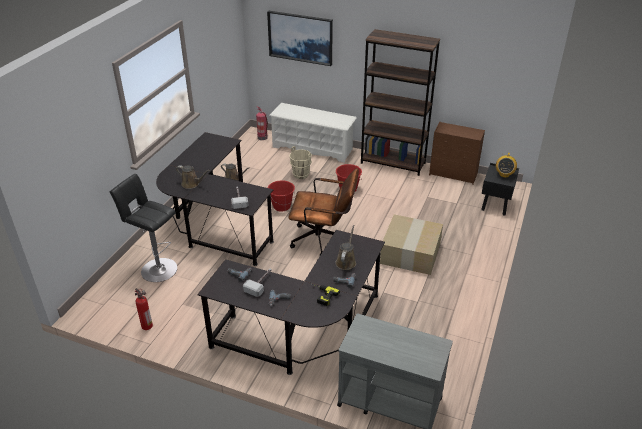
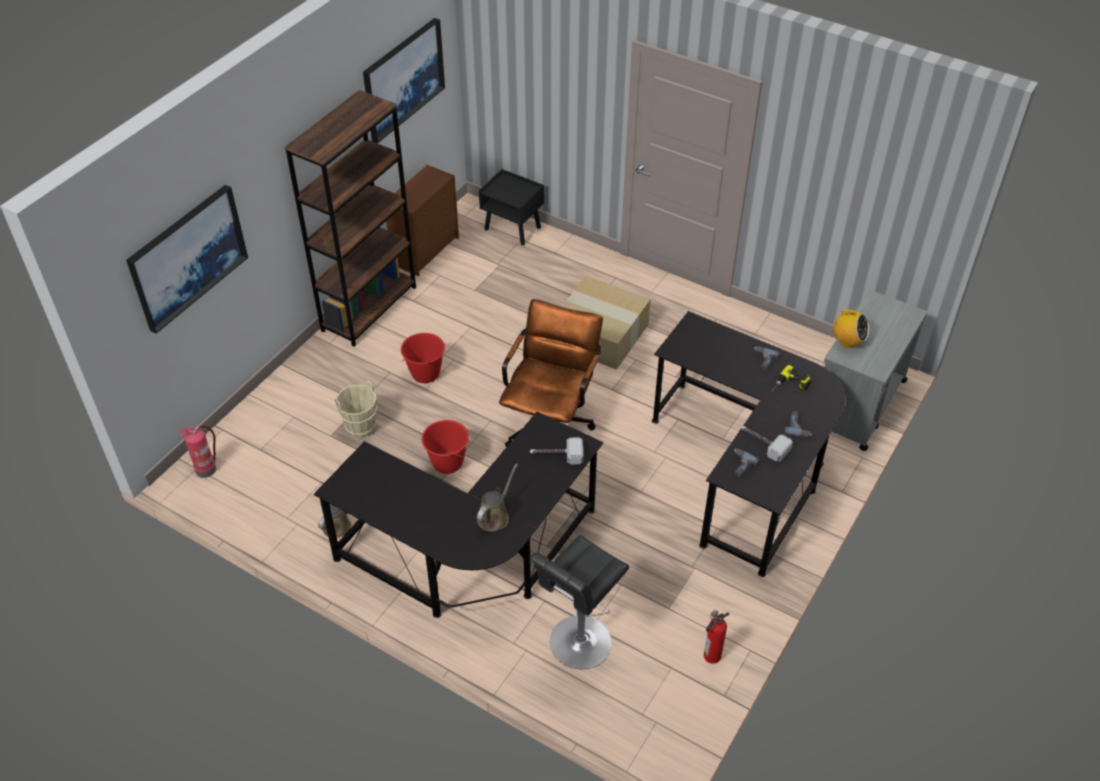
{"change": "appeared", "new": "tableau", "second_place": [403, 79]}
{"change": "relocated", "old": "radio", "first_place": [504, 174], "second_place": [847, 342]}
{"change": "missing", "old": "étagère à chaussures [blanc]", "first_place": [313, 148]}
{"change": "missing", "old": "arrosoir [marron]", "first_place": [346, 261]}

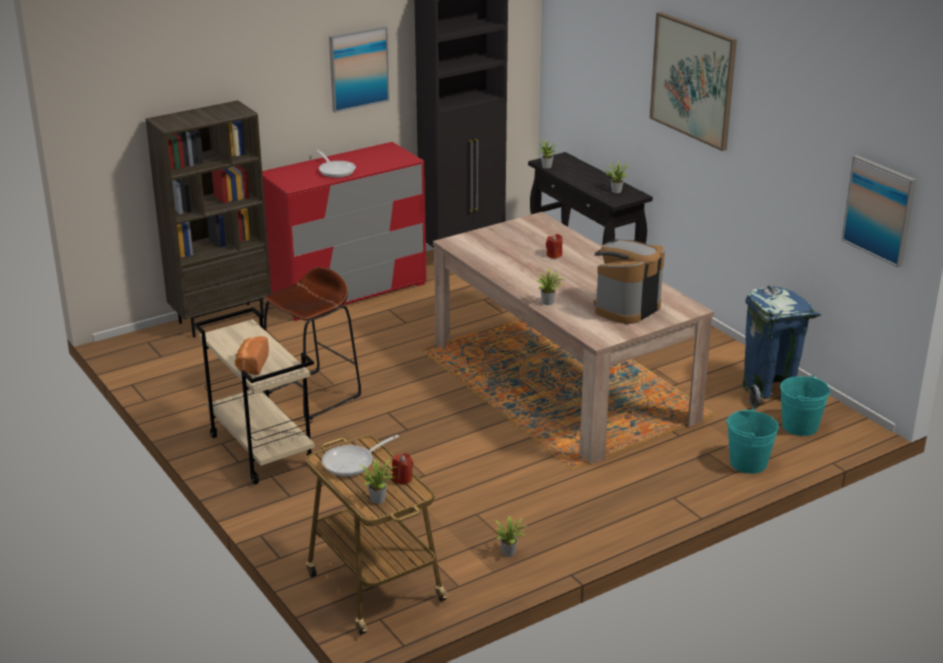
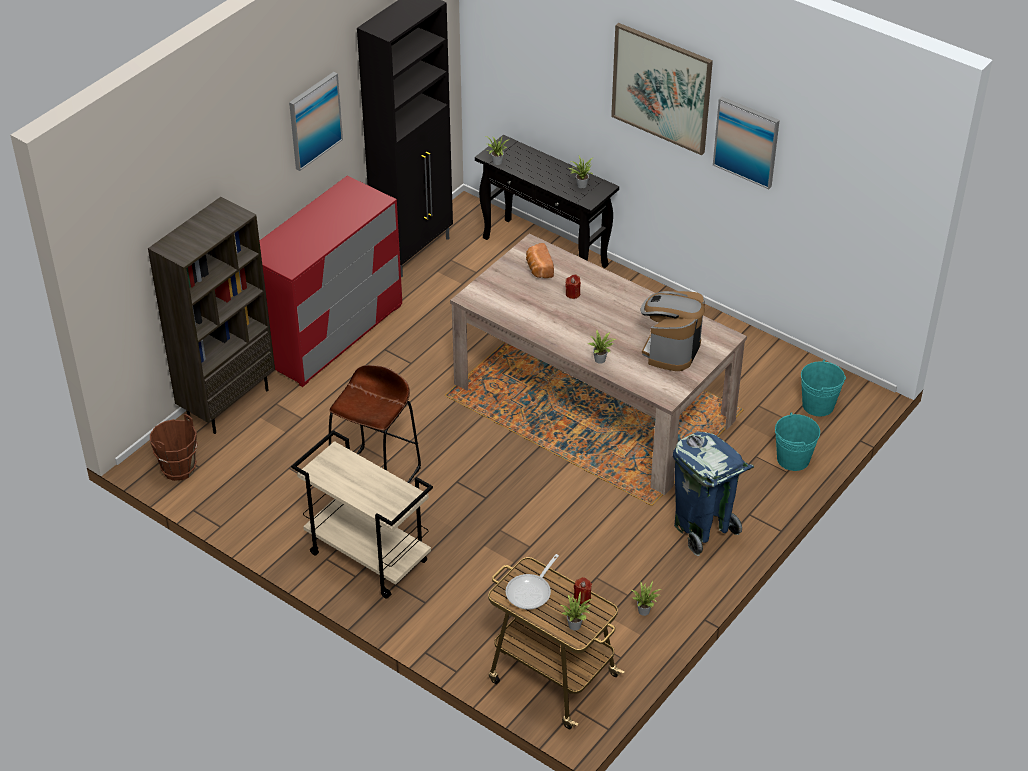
{"change": "appeared", "new": "seau [marron]", "second_place": [178, 469]}
{"change": "relocated", "old": "pain", "first_place": [251, 365], "second_place": [538, 269]}
{"change": "relocated", "old": "poubelle [bleu]", "first_place": [769, 392], "second_place": [702, 528]}
{"change": "relocated", "old": "tableau", "first_place": [879, 210], "second_place": [746, 141]}
{"change": "missing", "old": "poêle", "first_place": [336, 170]}

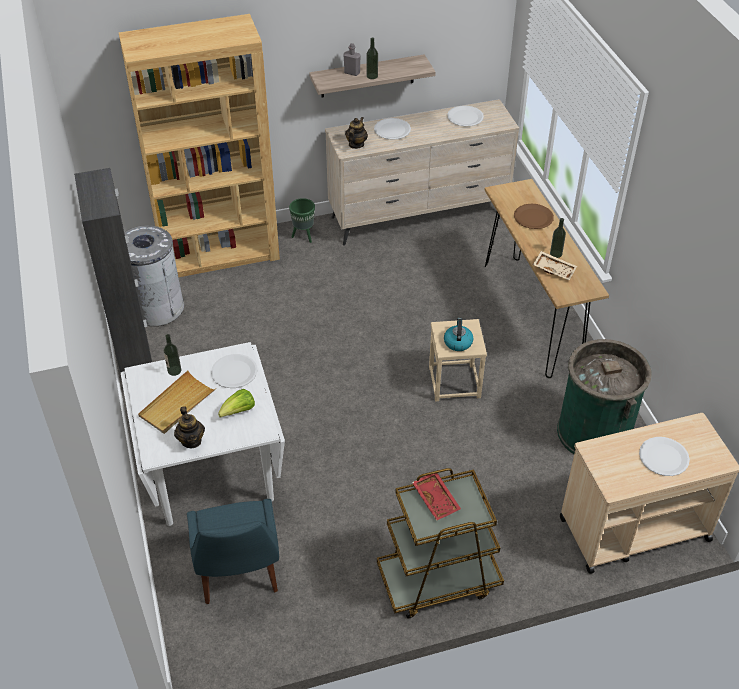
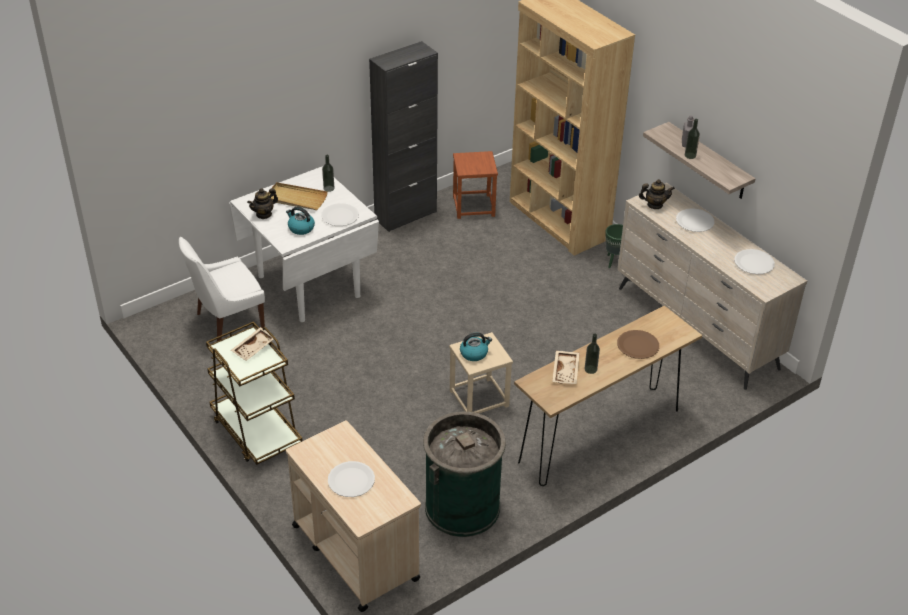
{"change": "colour", "old": "chaise [bleu]", "new": "chaise [blanc]", "first_place": [238, 574], "second_place": [227, 322]}
{"change": "colour", "old": "plateau [rouge]", "new": "plateau [beige]", "first_place": [436, 499], "second_place": [254, 348]}
{"change": "exchanged", "old": "laitue", "new": "bouilloire", "first_place": [238, 411], "second_place": [300, 228]}
{"change": "exchanged", "old": "poubelle [gris]", "new": "tabouret [marron]", "first_place": [157, 308], "second_place": [473, 206]}

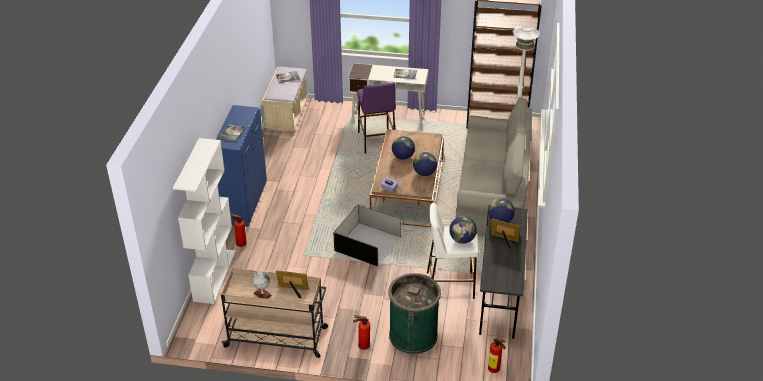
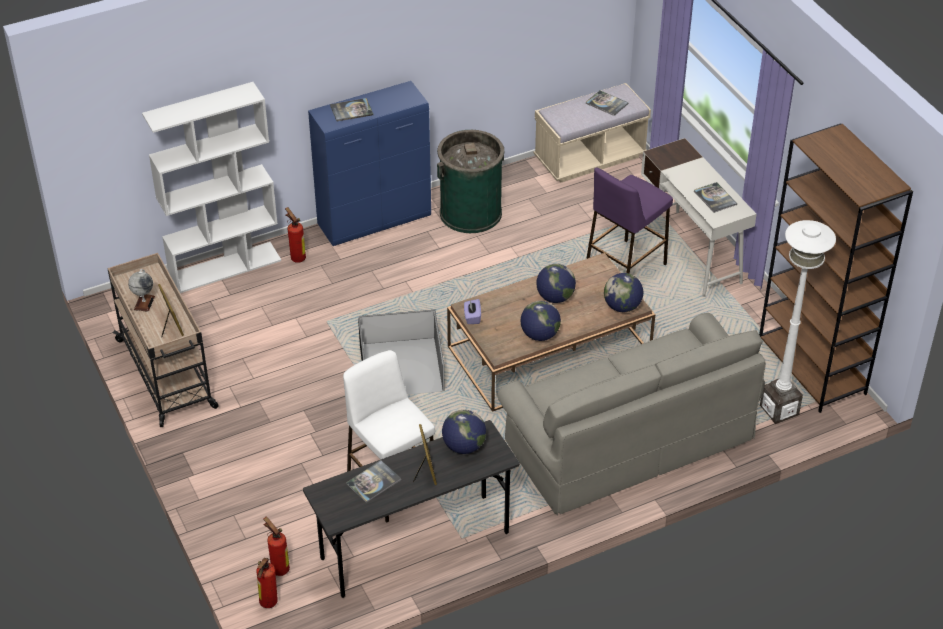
{"change": "relocated", "old": "extincteur", "first_place": [362, 346], "second_place": [278, 568]}
{"change": "appeared", "new": "livre", "second_place": [373, 482]}
{"change": "relocated", "old": "poubelle [vert]", "first_place": [413, 335], "second_place": [470, 212]}
{"change": "relocated", "old": "globe", "first_place": [462, 240], "second_place": [622, 307]}

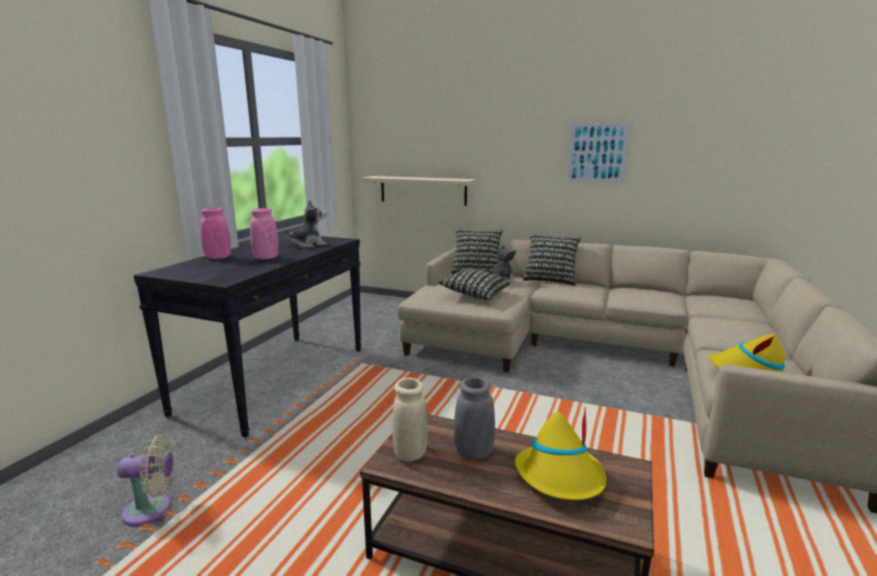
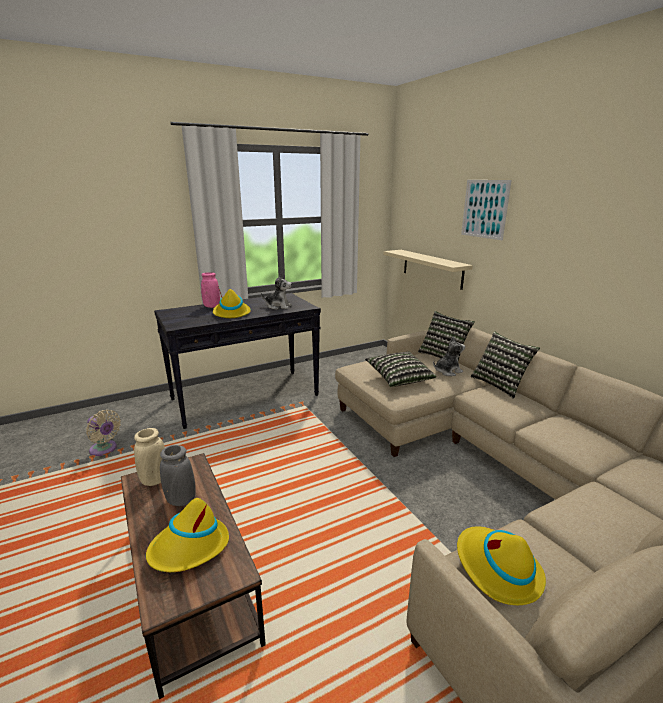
{"change": "exchanged", "old": "vase [rose]", "new": "chapeau [jaune]", "first_place": [266, 258], "second_place": [231, 313]}
{"change": "relocated", "old": "tableau", "first_place": [597, 153], "second_place": [484, 209]}

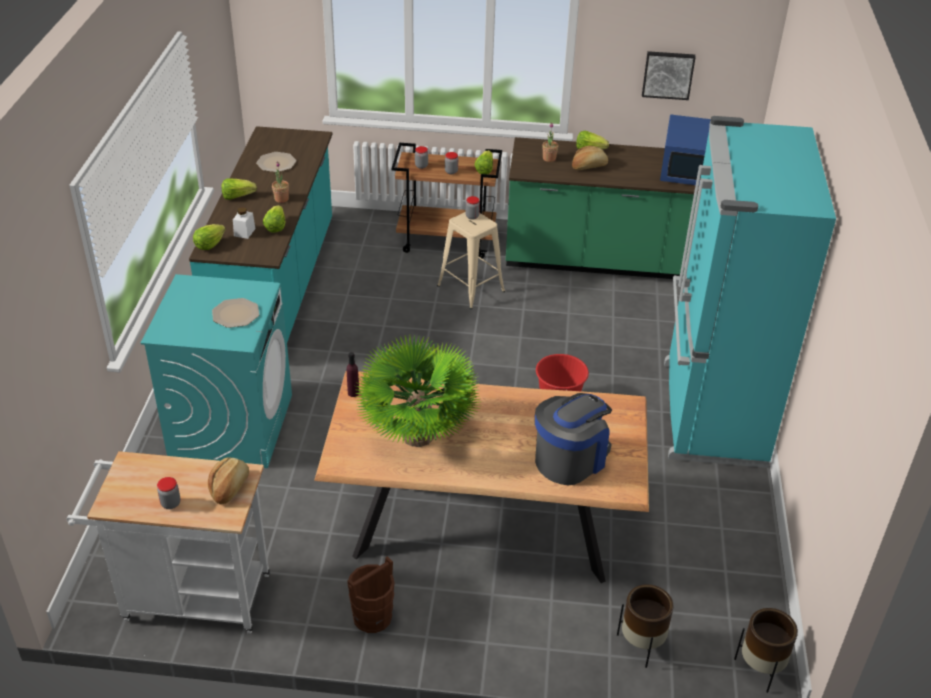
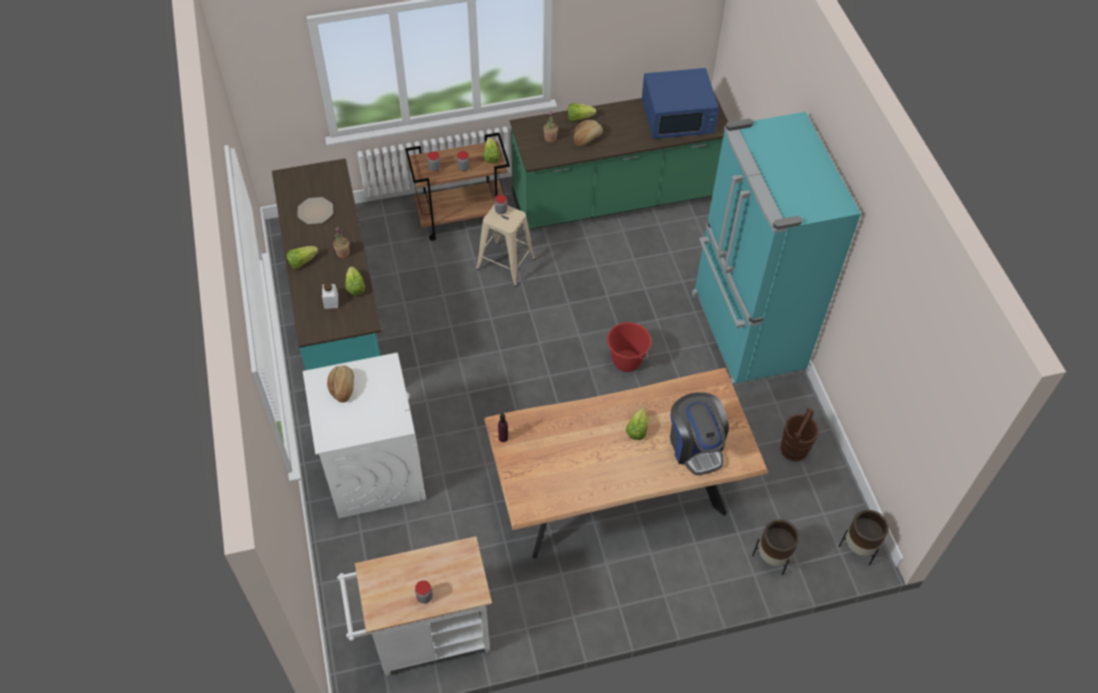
{"change": "colour", "old": "lave-linge [turquoise]", "new": "lave-linge [blanc]", "first_place": [231, 425], "second_place": [374, 468]}
{"change": "relocated", "old": "pain", "first_place": [230, 487], "second_place": [343, 387]}
{"change": "relocated", "old": "laitue", "first_place": [209, 245], "second_place": [637, 430]}
{"change": "spun", "old": "machine à café", "first_place": [570, 459], "second_place": [695, 446], "degrees": 135}
{"change": "relocated", "old": "seau [marron]", "first_place": [372, 617], "second_place": [794, 449]}
{"change": "missing", "old": "assiette", "first_place": [236, 314]}
{"change": "missing", "old": "plante en pot", "first_place": [417, 435]}
{"change": "missing", "old": "tableau", "first_place": [668, 74]}

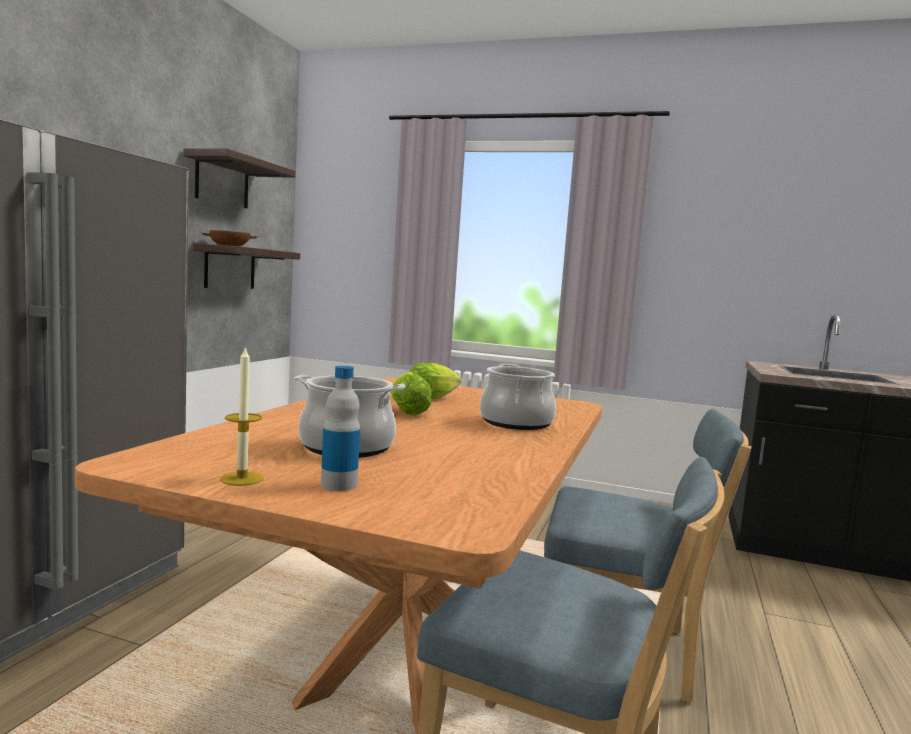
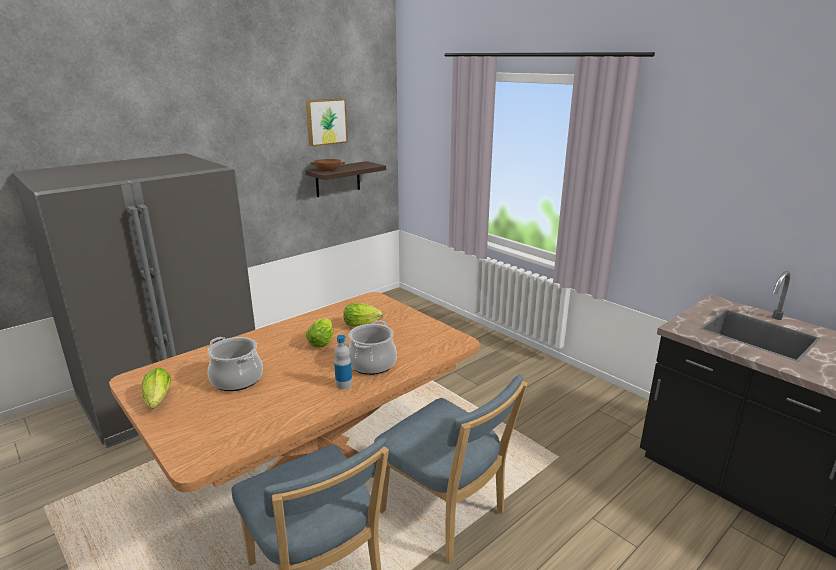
{"change": "exchanged", "old": "bougie", "new": "laitue", "first_place": [242, 479], "second_place": [158, 401]}
{"change": "exchanged", "old": "étagère", "new": "tableau", "first_place": [222, 181], "second_place": [326, 121]}
{"change": "relocated", "old": "bouteille", "first_place": [339, 484], "second_place": [344, 384]}

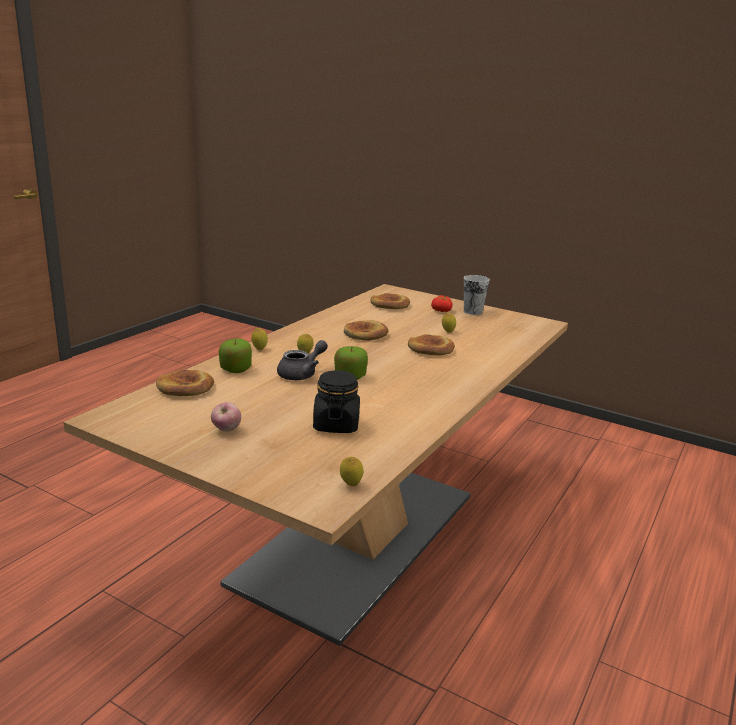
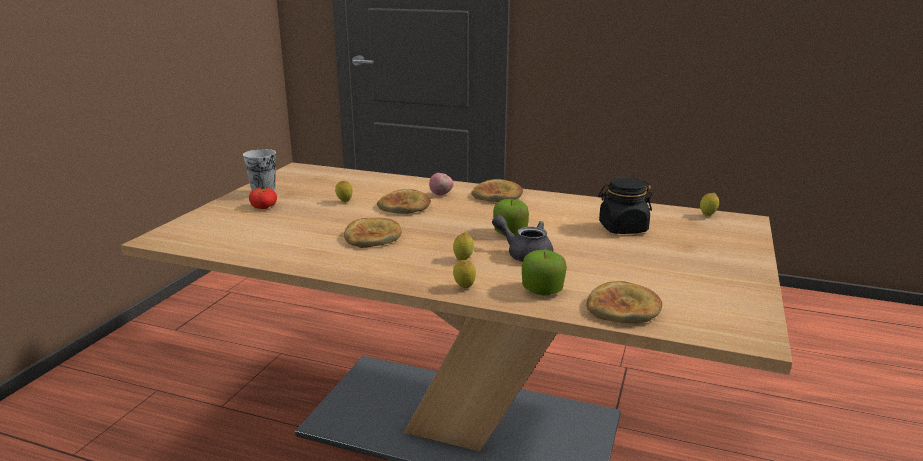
{"change": "relocated", "old": "pomme", "first_place": [226, 430], "second_place": [441, 194]}
{"change": "relocated", "old": "pain", "first_place": [390, 305], "second_place": [498, 195]}

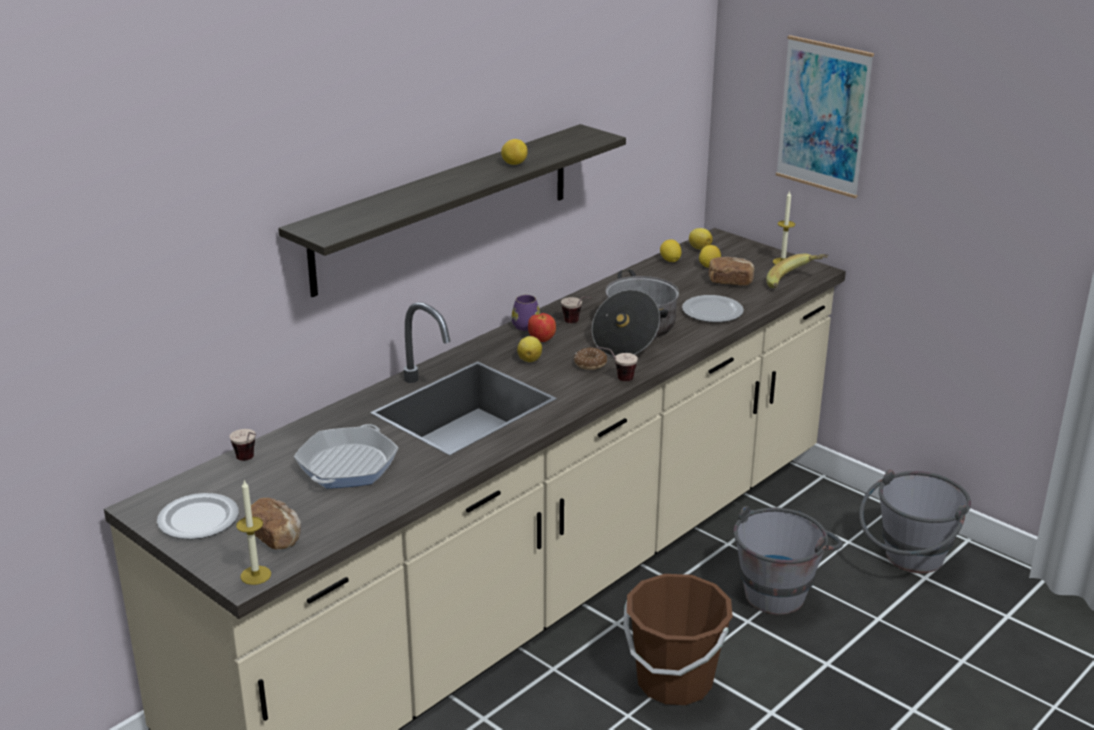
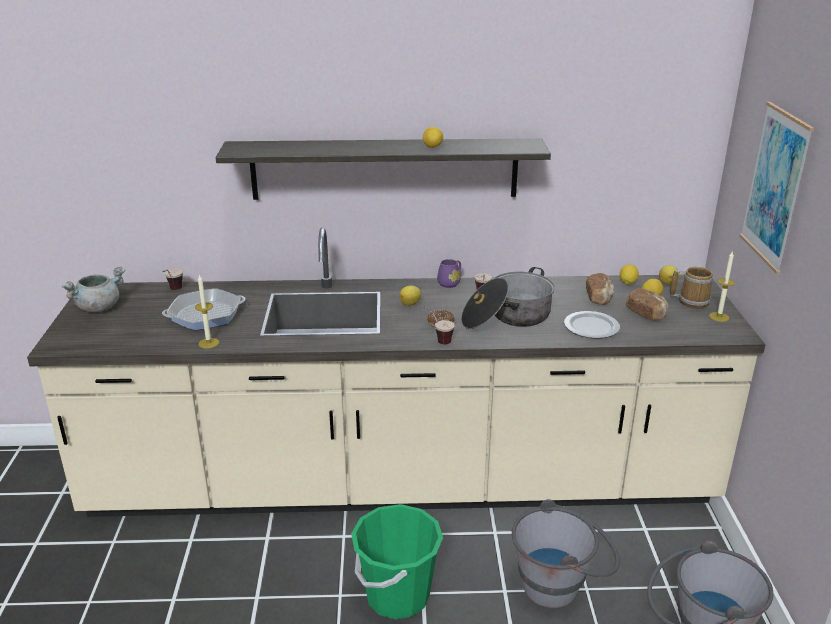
{"change": "exchanged", "old": "assiette", "new": "marmite [gris]", "first_place": [198, 519], "second_place": [99, 307]}
{"change": "relocated", "old": "bougie", "first_place": [255, 575], "second_place": [208, 343]}
{"change": "colour", "old": "seau [marron]", "new": "seau [vert]", "first_place": [674, 681], "second_place": [397, 595]}
{"change": "relocated", "old": "pain", "first_place": [276, 536], "second_place": [599, 297]}
{"change": "appeared", "new": "mug", "second_place": [691, 301]}
{"change": "missing", "old": "pomme", "first_place": [542, 340]}
{"change": "missing", "old": "banane", "first_place": [795, 283]}

